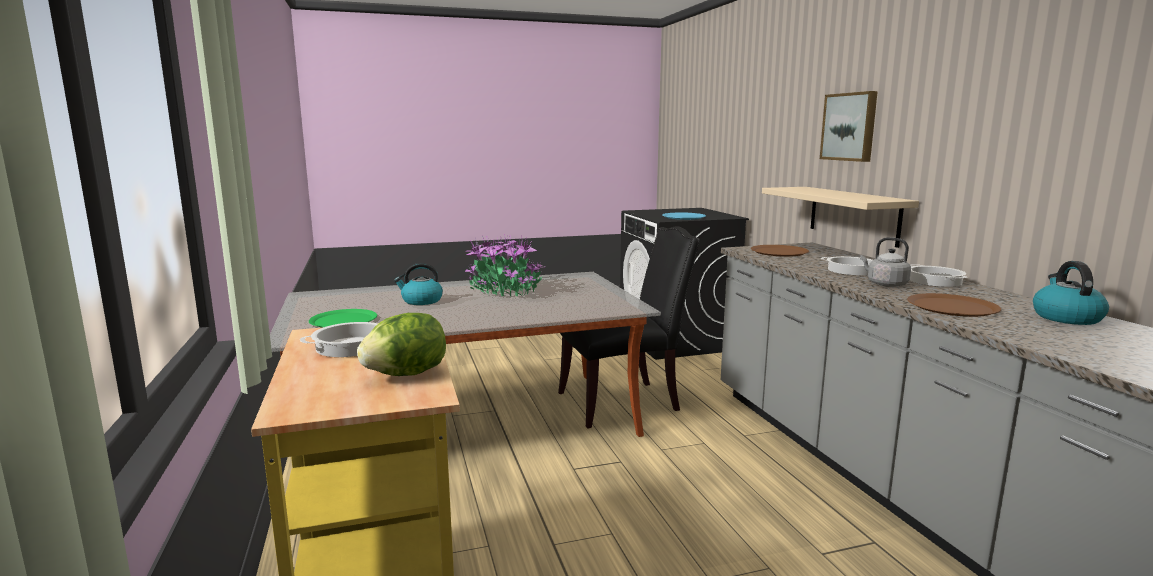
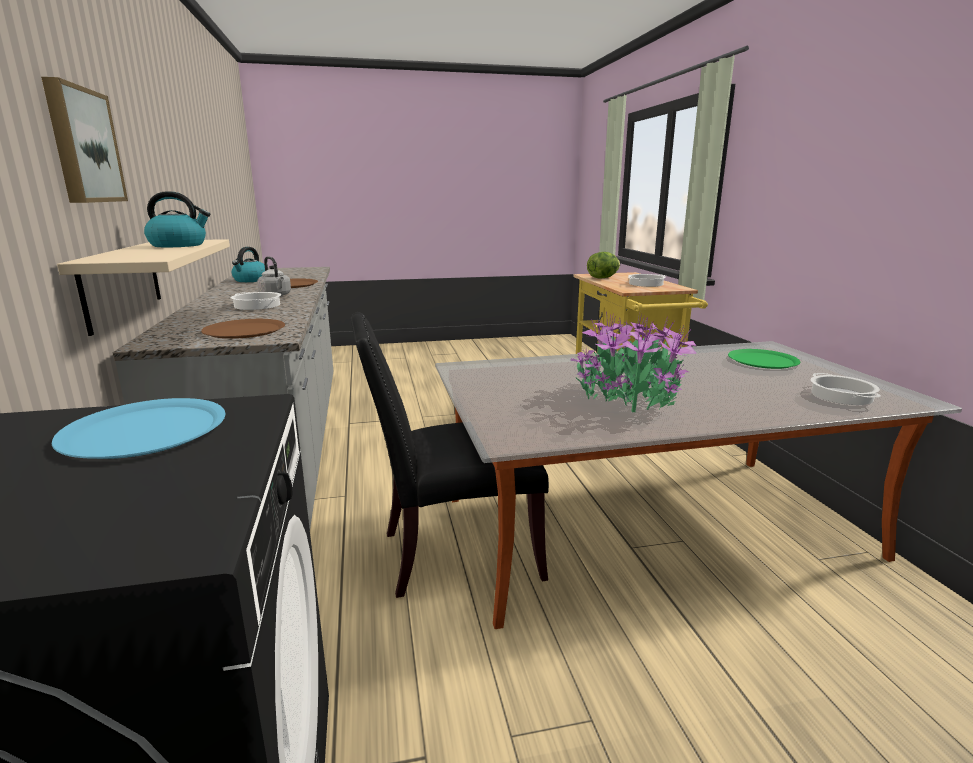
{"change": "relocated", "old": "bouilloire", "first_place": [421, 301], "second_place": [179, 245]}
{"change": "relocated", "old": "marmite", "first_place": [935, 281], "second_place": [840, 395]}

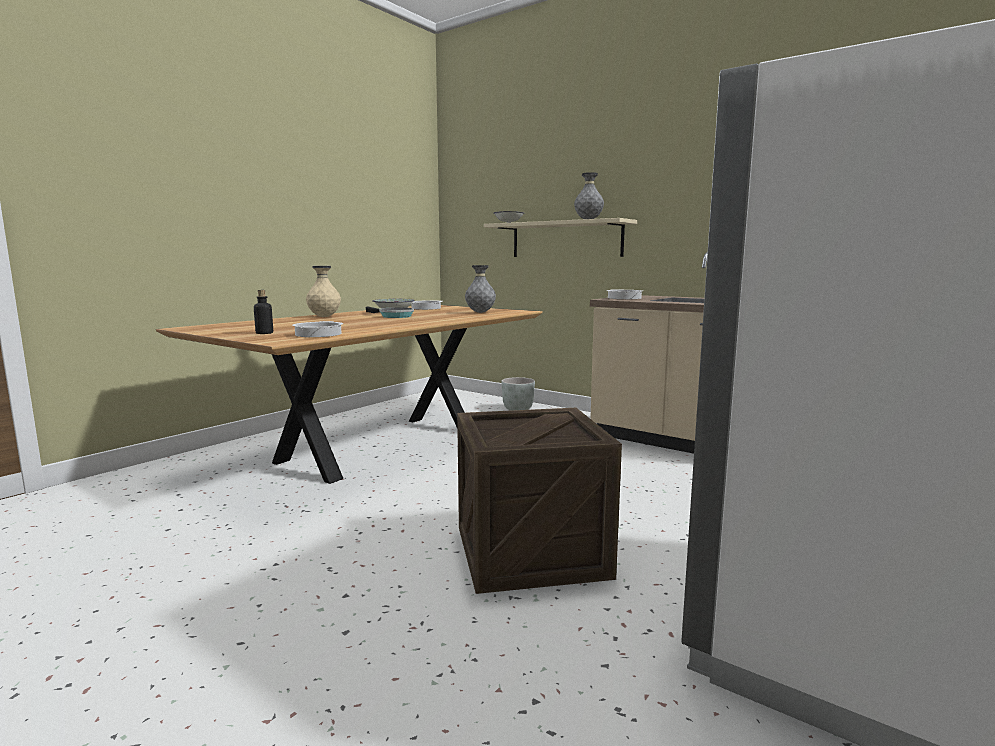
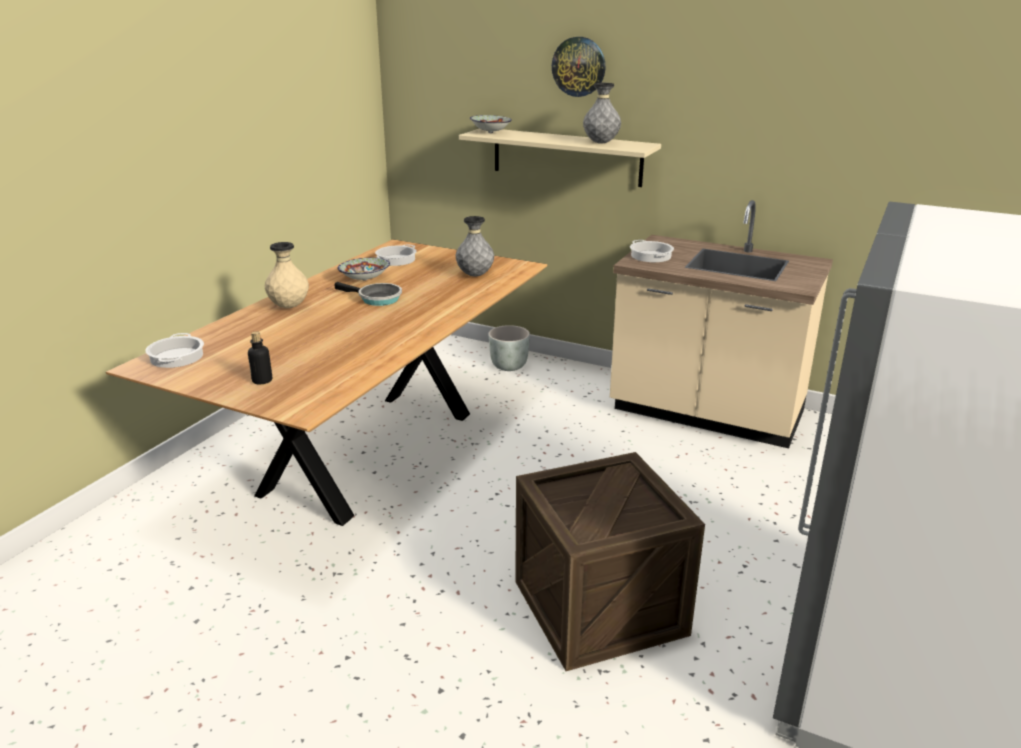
{"change": "relocated", "old": "marmite", "first_place": [319, 334], "second_place": [177, 357]}
{"change": "appeared", "new": "horloge murale", "second_place": [579, 66]}

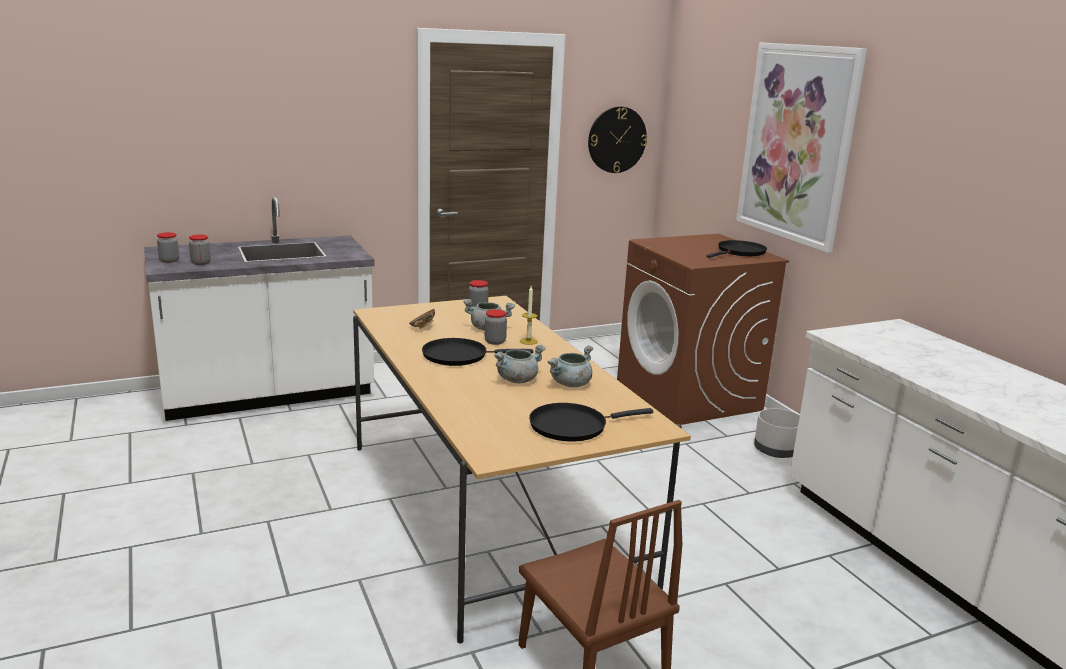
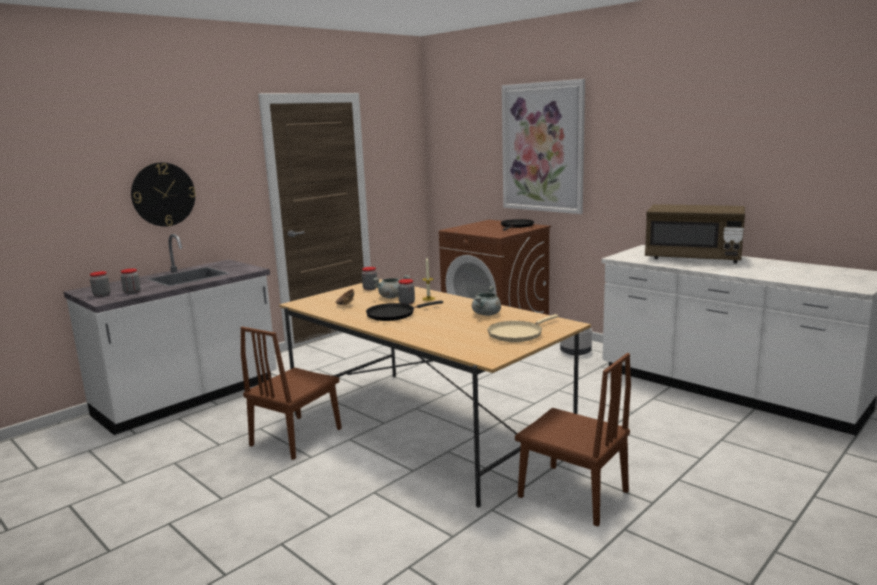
{"change": "relocated", "old": "horloge murale", "first_place": [617, 139], "second_place": [163, 194]}
{"change": "appeared", "new": "chaise [marron]", "second_place": [296, 437]}
{"change": "colour", "old": "poêle [noir]", "new": "poêle [beige]", "first_place": [572, 426], "second_place": [517, 334]}
{"change": "appeared", "new": "micro-ondes [marron]", "second_place": [693, 258]}
{"change": "missing", "old": "marmite [gris]", "first_place": [517, 379]}

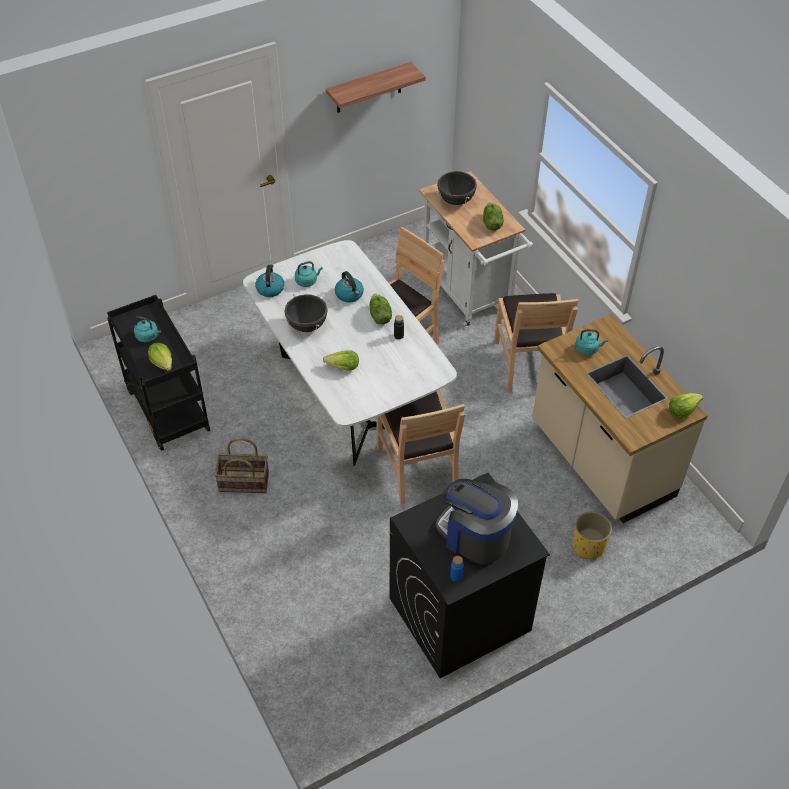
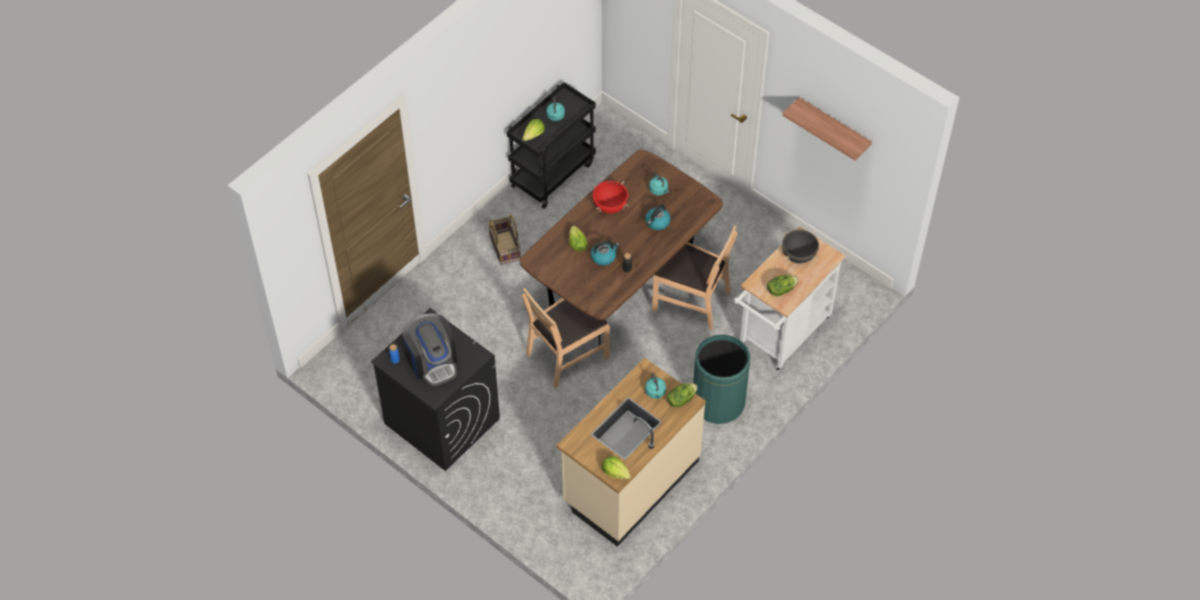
{"change": "spun", "old": "machine à café", "first_place": [475, 536], "second_place": [433, 361], "degrees": 135}
{"change": "colour", "old": "table à manger [blanc]", "new": "table à manger [marron]", "first_place": [349, 395], "second_place": [621, 285]}
{"change": "relocated", "old": "bouilloire", "first_place": [270, 288], "second_place": [604, 257]}
{"change": "colour", "old": "marmite [noir]", "new": "marmite [rouge]", "first_place": [307, 325], "second_place": [610, 206]}
{"change": "relocated", "old": "laitue", "first_place": [379, 316], "second_place": [681, 399]}
{"change": "exchanged", "old": "chaise [marron]", "new": "poubelle [vert]", "first_place": [529, 363], "second_place": [718, 402]}
{"change": "missing", "old": "cache-pot [jaune]", "first_place": [588, 546]}

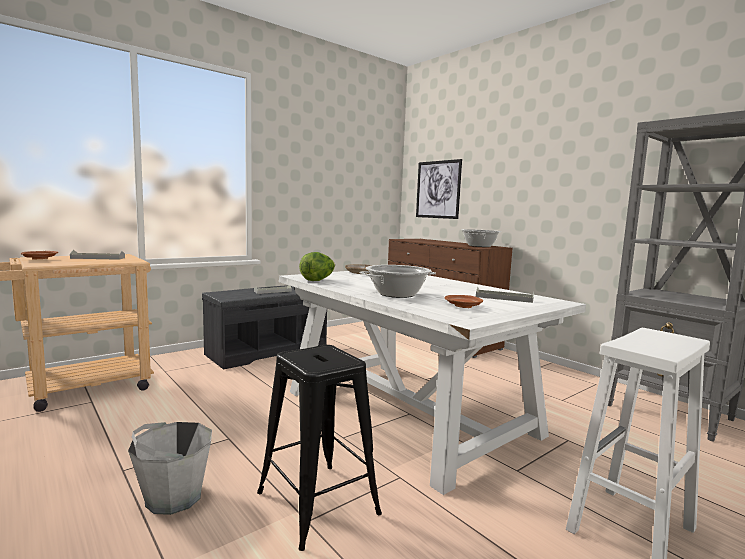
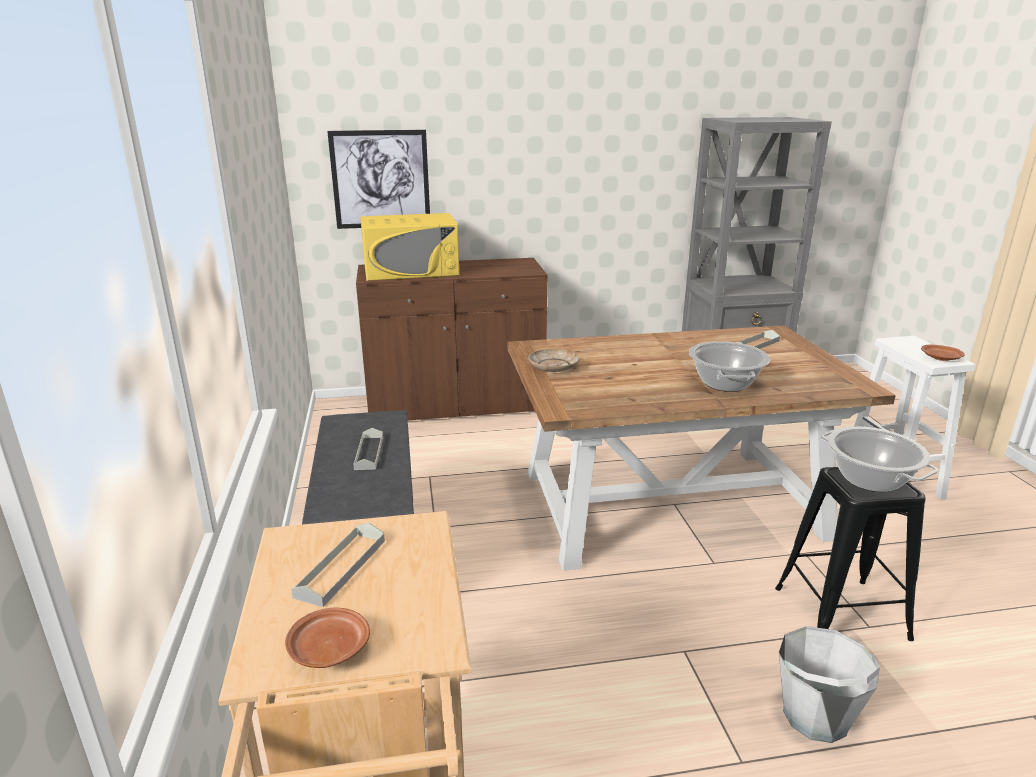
{"change": "appeared", "new": "micro-ondes [jaune]", "second_place": [411, 270]}
{"change": "colour", "old": "table à manger [blanc]", "new": "table à manger [marron]", "first_place": [406, 411], "second_place": [669, 504]}
{"change": "relocated", "old": "marmite", "first_place": [479, 246], "second_place": [869, 479]}
{"change": "relocated", "old": "assiette [marron]", "first_place": [463, 306], "second_place": [941, 358]}
{"change": "missing", "old": "laitue", "first_place": [318, 280]}

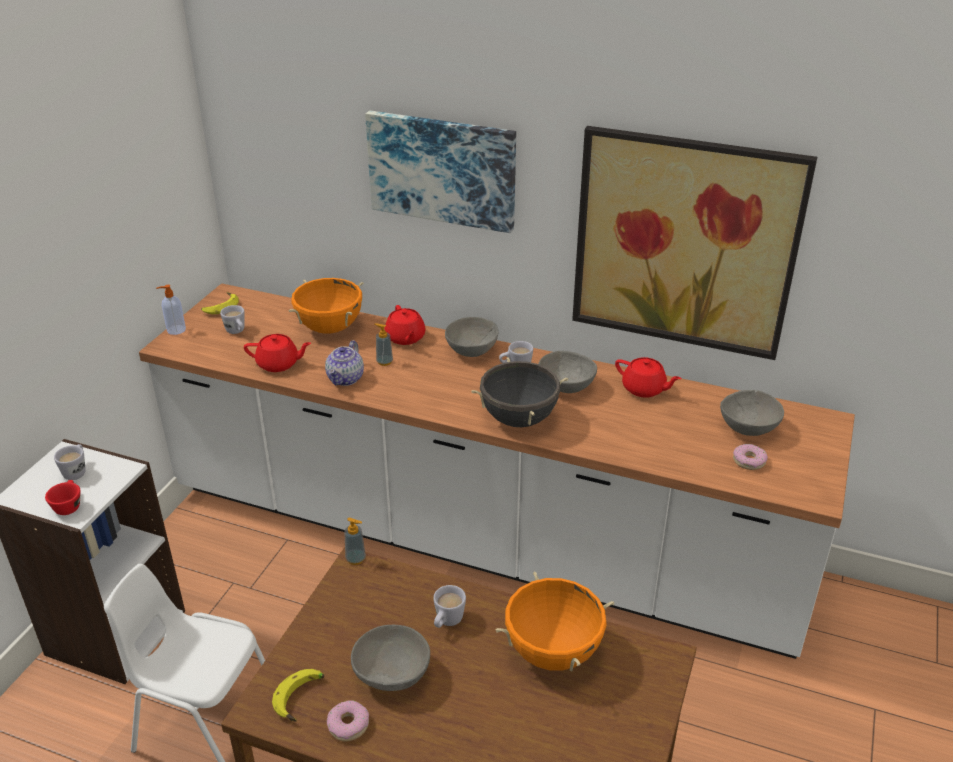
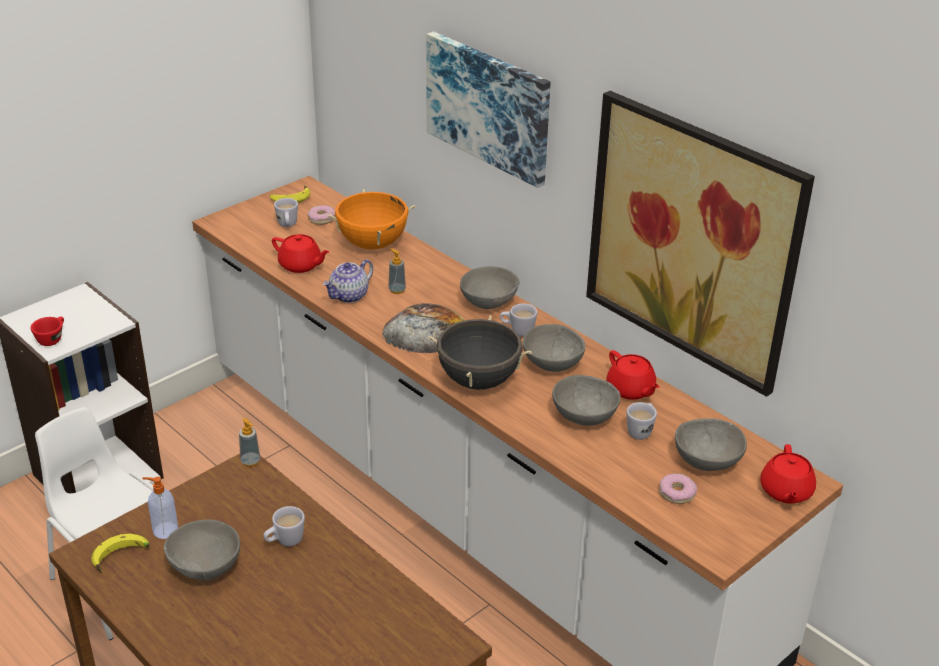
{"change": "relocated", "old": "distributeur de savon", "first_place": [175, 330], "second_place": [164, 530]}
{"change": "relocated", "old": "beignet", "first_place": [348, 725], "second_place": [322, 219]}
{"change": "appeared", "new": "pain", "second_place": [425, 331]}
{"change": "appeared", "new": "bol [gris]", "second_place": [583, 416]}
{"change": "relocated", "old": "mug [blanc]", "first_place": [76, 471], "second_place": [641, 430]}
{"change": "relocated", "old": "théière [rouge]", "first_place": [405, 338], "second_place": [785, 491]}
{"change": "missing", "old": "marmite [orange]", "first_place": [553, 651]}

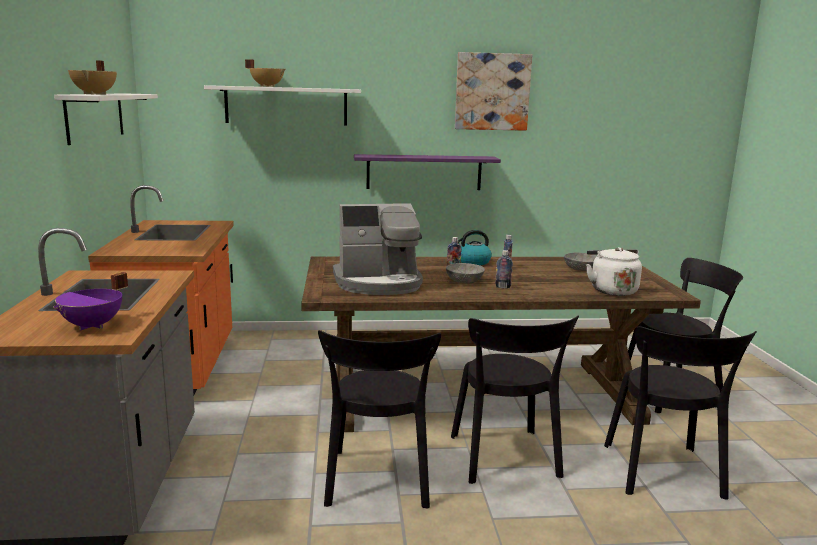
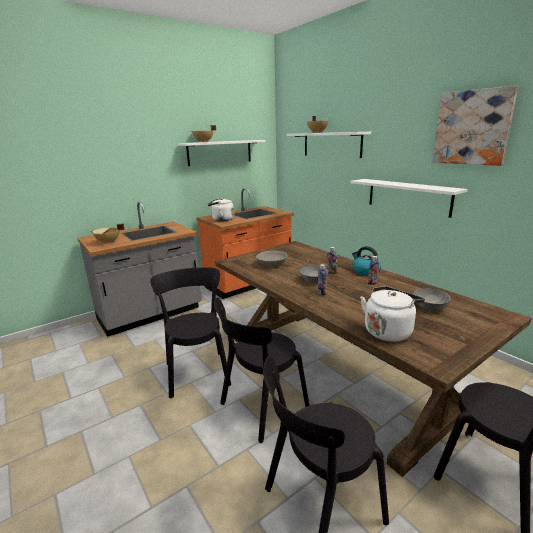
{"change": "colour", "old": "marmite [violet]", "new": "marmite [beige]", "first_place": [93, 326], "second_place": [108, 242]}
{"change": "spun", "old": "chaise [noir]", "first_place": [378, 482], "second_place": [197, 371], "degrees": 105}
{"change": "appeared", "new": "bouilloire [blanc]", "second_place": [221, 220]}
{"change": "exchanged", "old": "machine à café", "new": "bol [gris]", "first_place": [379, 283], "second_place": [272, 264]}
{"change": "colour", "old": "étagère [violet]", "new": "étagère [blanc]", "first_place": [424, 172], "second_place": [408, 196]}

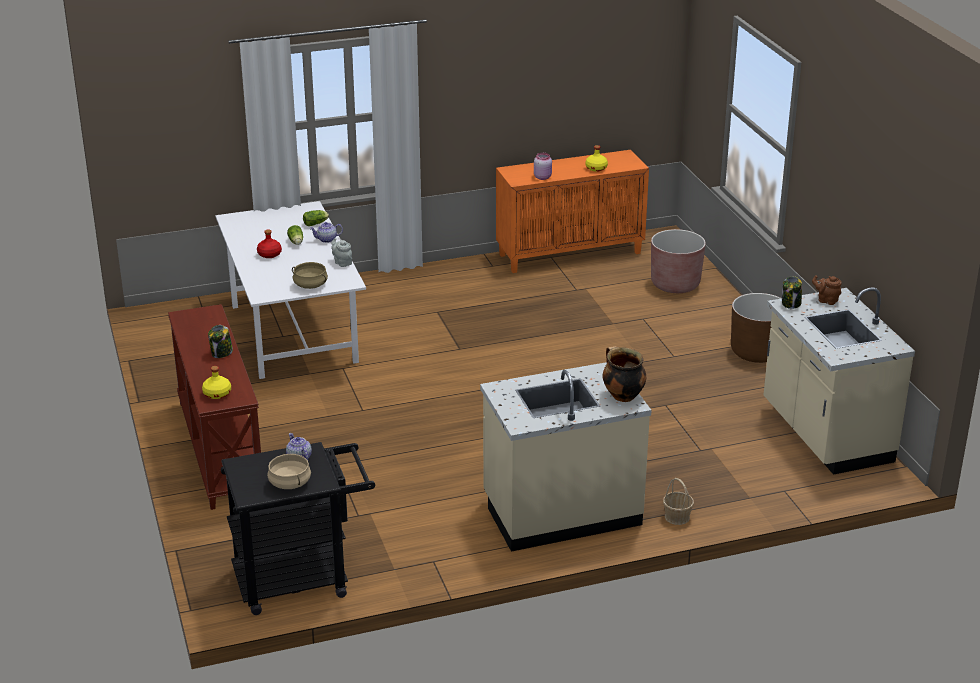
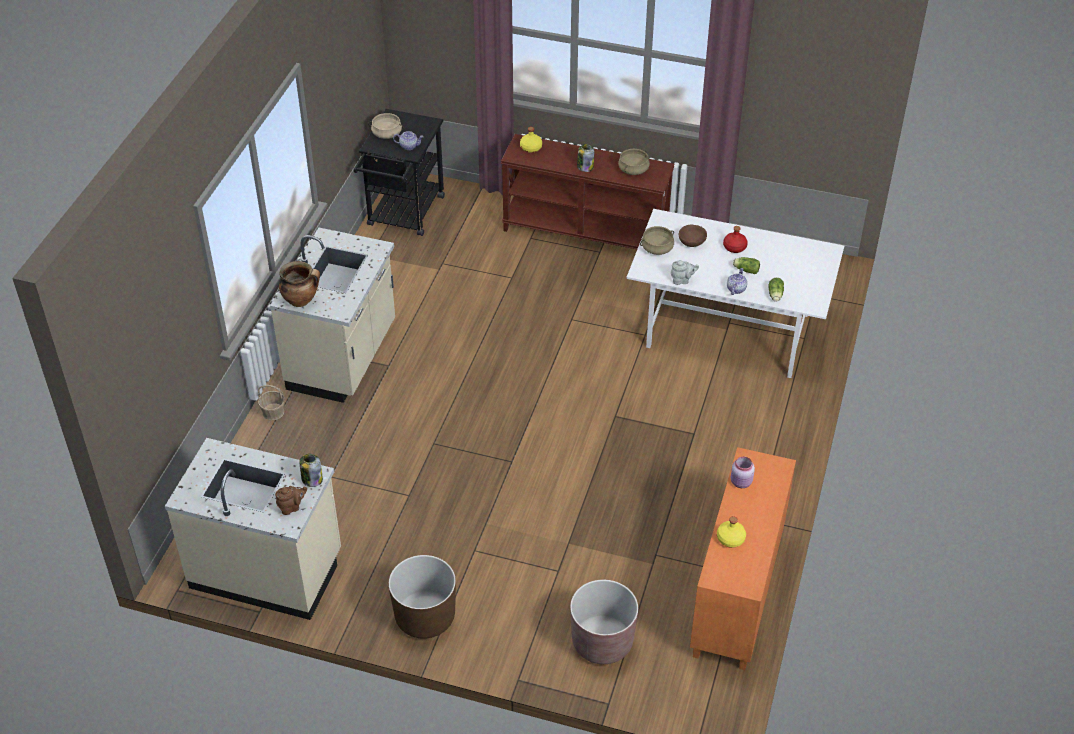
{"change": "appeared", "new": "marmite [beige]", "second_place": [633, 170]}
{"change": "appeared", "new": "bol [marron]", "second_place": [692, 242]}

